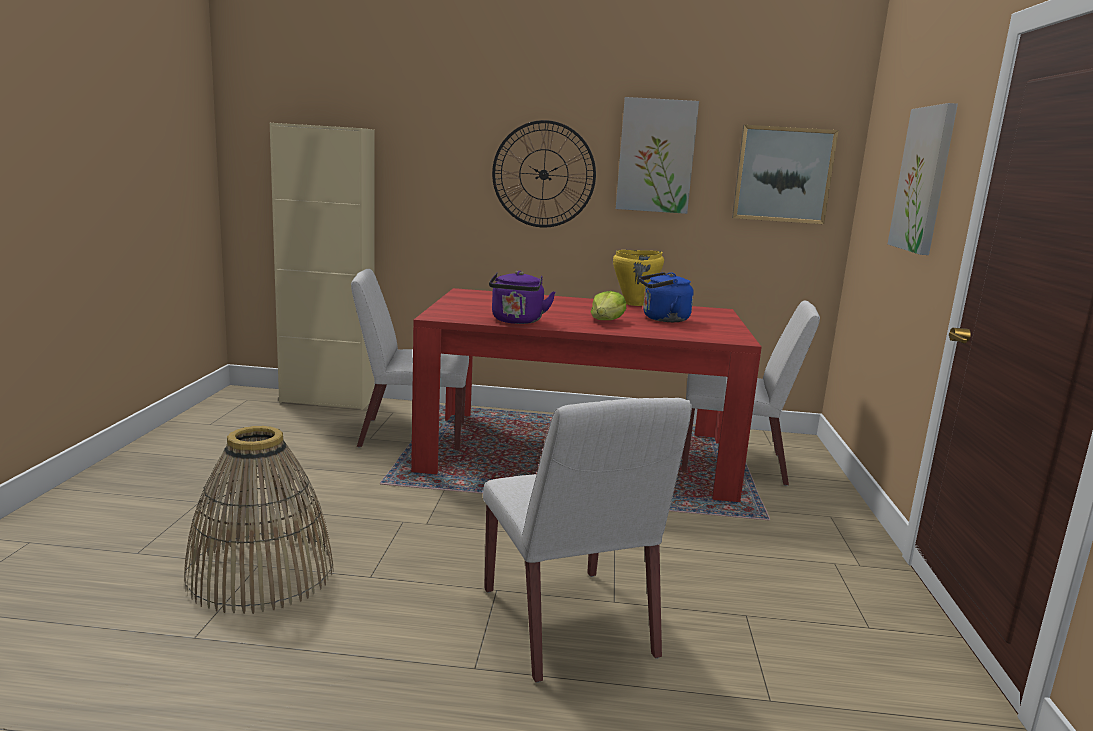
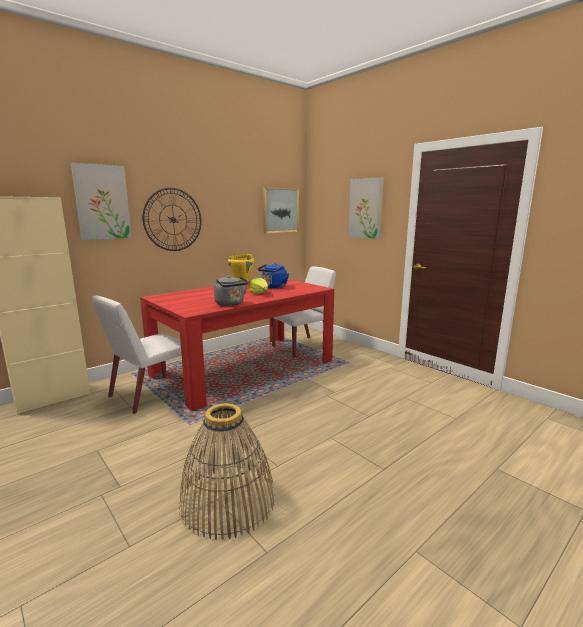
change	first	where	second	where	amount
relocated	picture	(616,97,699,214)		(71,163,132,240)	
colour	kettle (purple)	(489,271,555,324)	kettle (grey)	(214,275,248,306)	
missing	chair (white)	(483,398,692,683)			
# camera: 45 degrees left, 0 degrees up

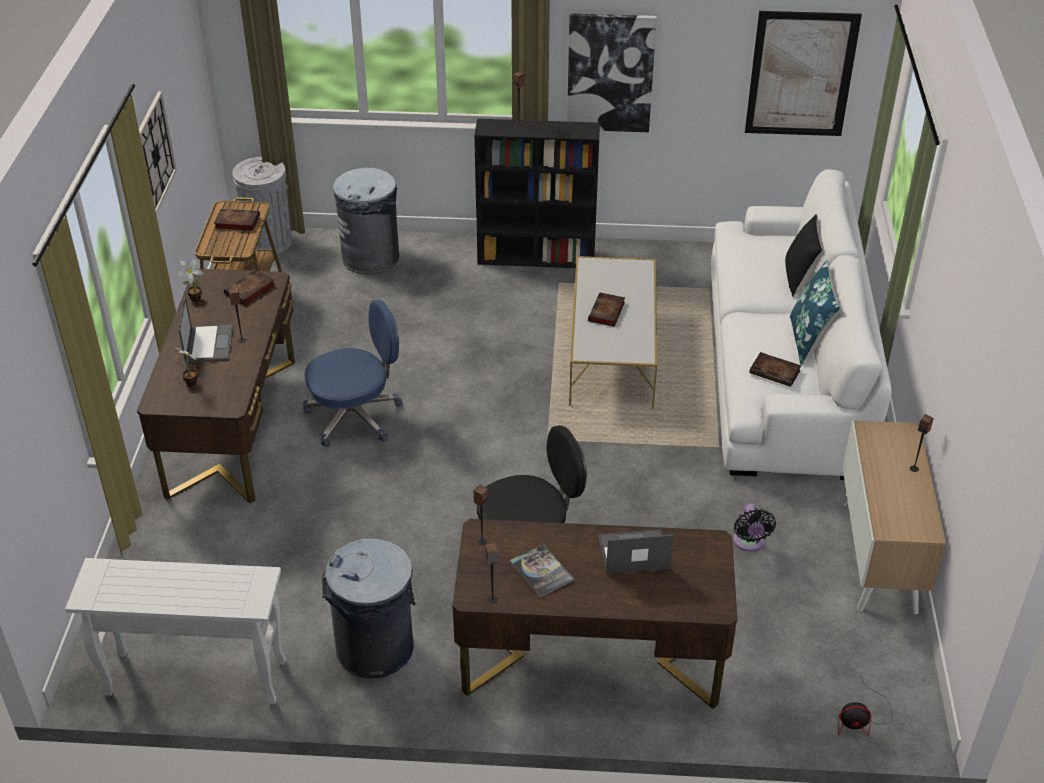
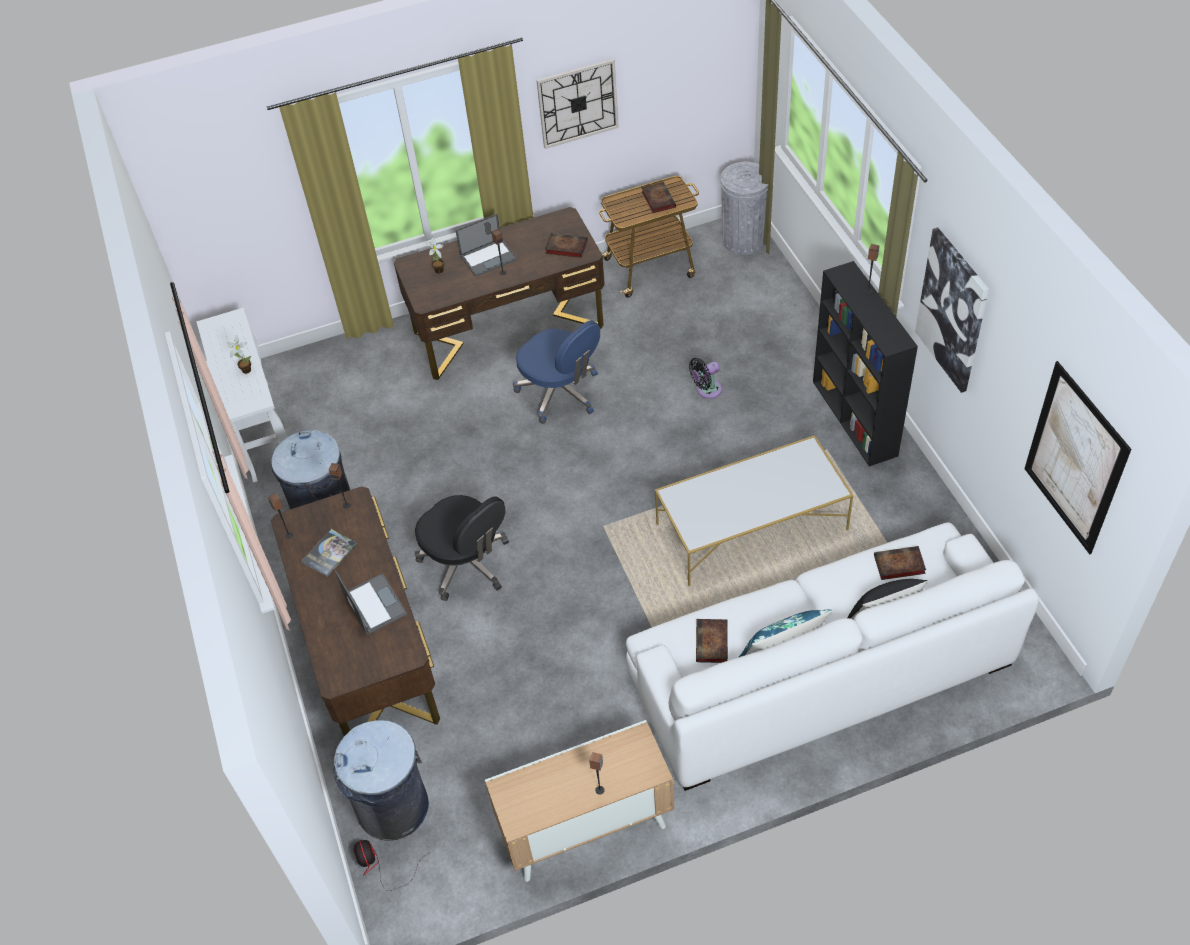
change	first	where	second	where	amount
relocated	trash can (grey)	(333,167,399,274)		(333,720,429,841)	
relocated	potted plant	(177,259,204,302)		(227,335,251,374)	
relocated	book	(588,293,625,327)		(874,546,926,580)	
relocated	fan (black)	(733,503,776,552)		(689,358,722,399)	
# camera: 70 degrees right, 10 degrees up

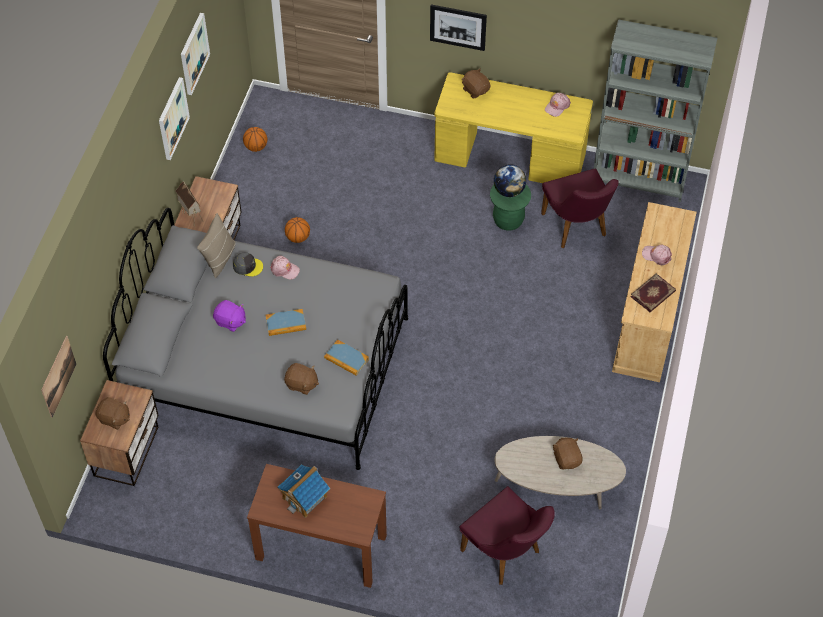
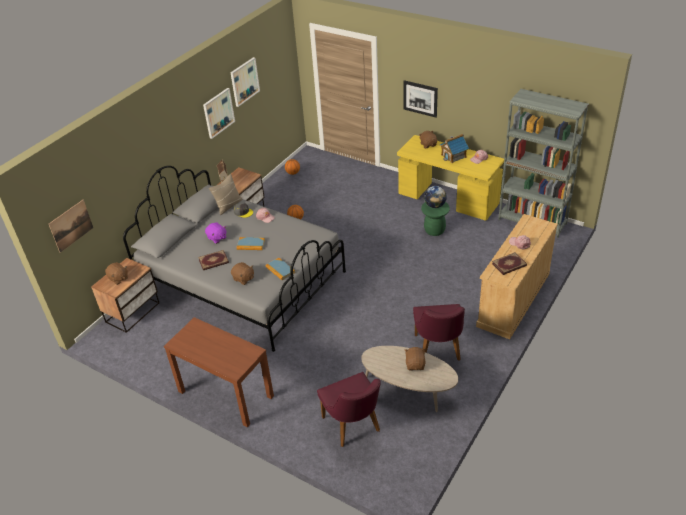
change	first	where	second	where	amount
relocated	chair (purple)	(541,168,619,248)		(413,304,465,361)	
relocated	toy house	(277,465,330,518)		(440,134,469,163)	
appeared			book	(198,250,229,270)	
# camera: 20 degrees right, 15 degrees down

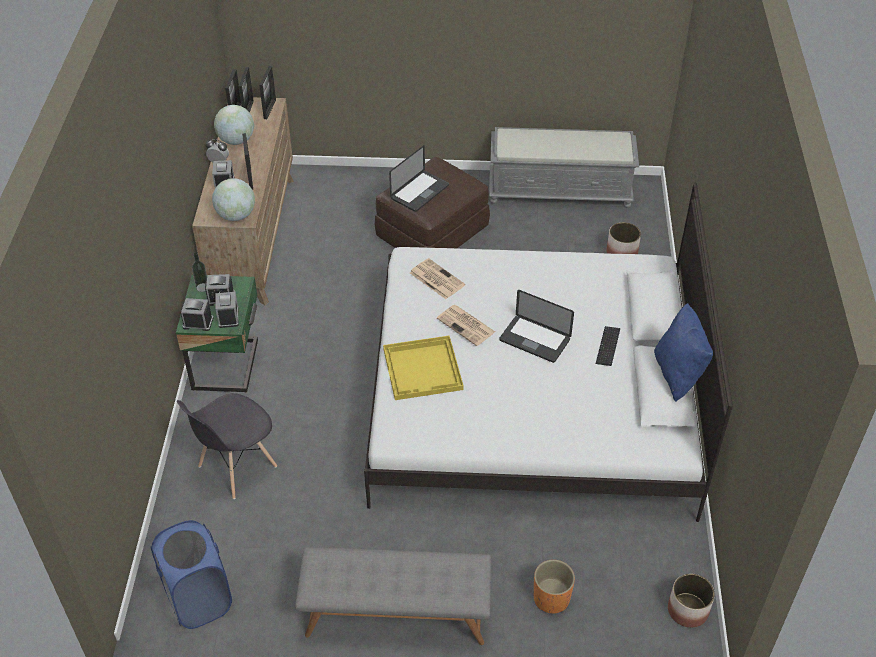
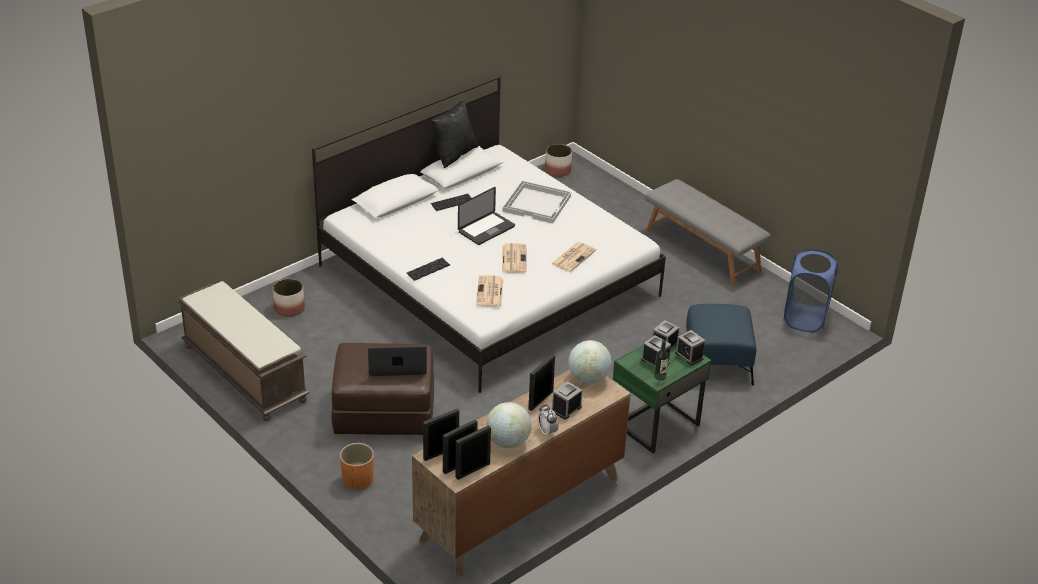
change	first	where	second	where	amount
colour	bench (grey)	(489,127,639,208)	bench (brown)	(177,281,309,421)	
spun	laptop	(499,290,574,363)		(458,187,515,245)	60 degrees clockwise
colour	pillow (blue)	(654,303,713,402)	pillow (black)	(431,100,478,168)	
exchanged	tray (yellow)	(383,336,464,400)	newspaper	(551,242,596,272)	
exchanged	chair (grey)	(177,393,277,499)	ottoman (blue)	(686,304,756,385)	
relocated	planter (orange)	(534,559,575,613)		(340,443,374,490)	
appeared			tray (white)	(503,181,571,223)	
appeared			keyboard	(407,258,450,281)	
# camera: 135 degrees left, 10 degrees down

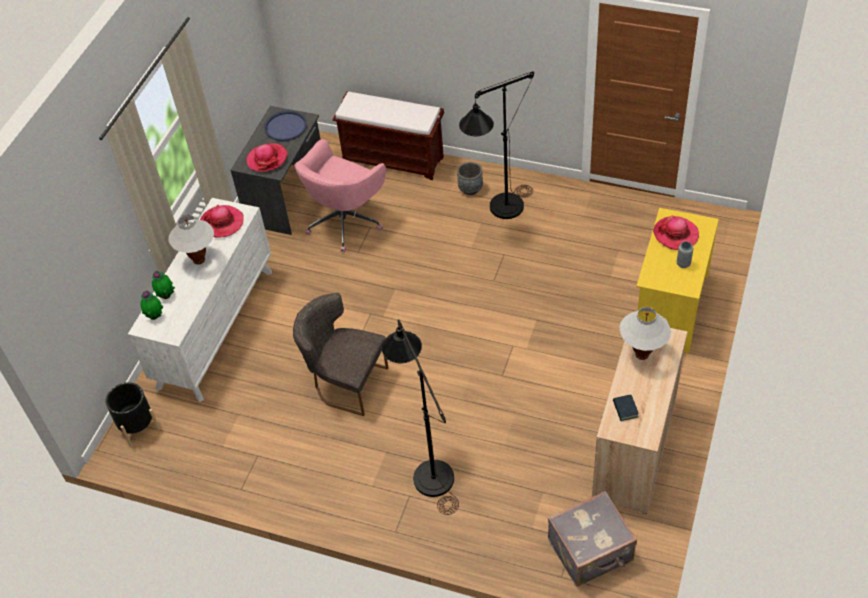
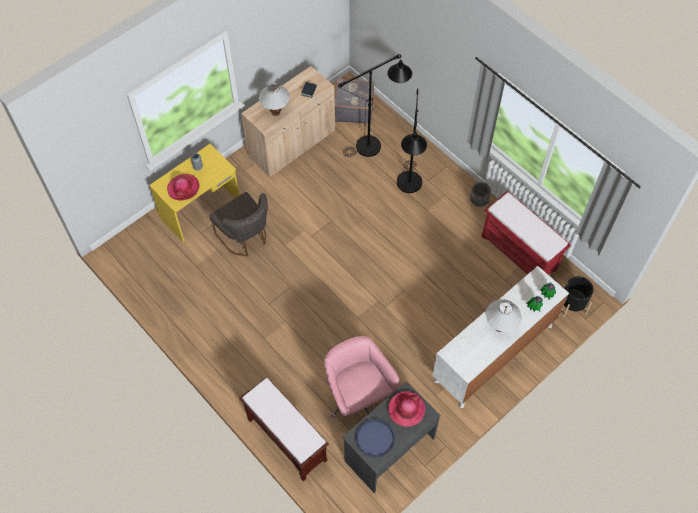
change	first	where	second	where	amount
relocated	floor lamp (black)	(459,71,534,219)		(338,54,412,157)	
spun	office chair (pink)	(294,139,386,252)		(324,336,400,418)	90 degrees counterclockwise
relocated	planter (grey)	(457,162,483,195)		(470,182,491,207)	
missing	hat	(200,205,244,237)			
relocated	chair (grey)	(293,293,388,416)		(209,192,268,256)	
appeared			bench (red)	(481,191,571,275)	
# camera: 155 degrees left, 10 degrees up

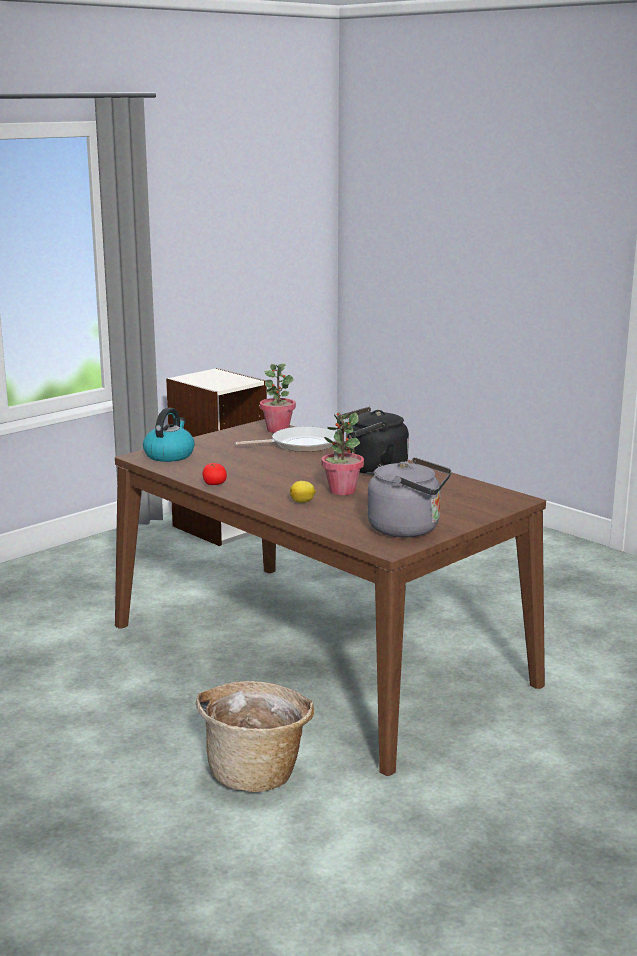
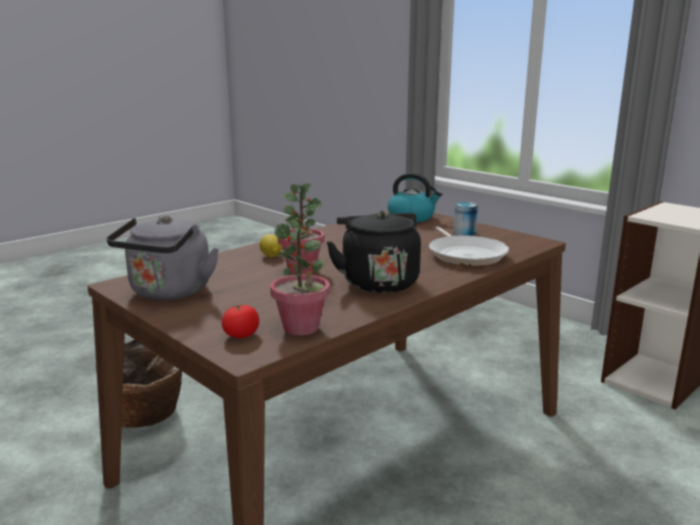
change	first	where	second	where	amount
relocated	potted plant	(260,364,296,433)		(270,220,330,336)	
relocated	tomato	(203,463,227,485)		(222,304,259,338)	
appeared			can	(454,202,478,236)	
# camera: 90 degrees right, 0 degrees up

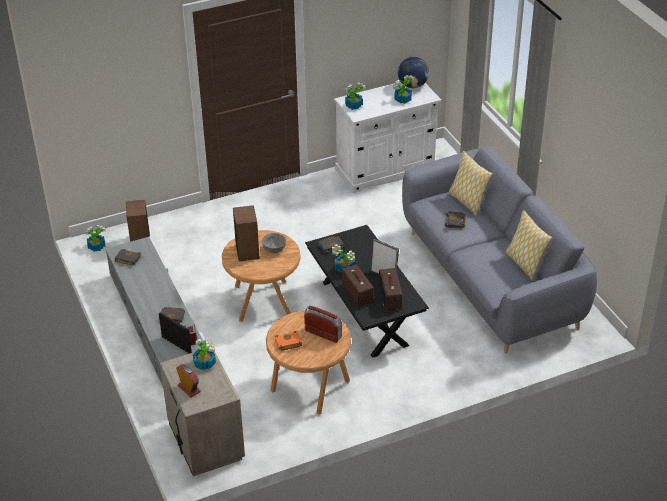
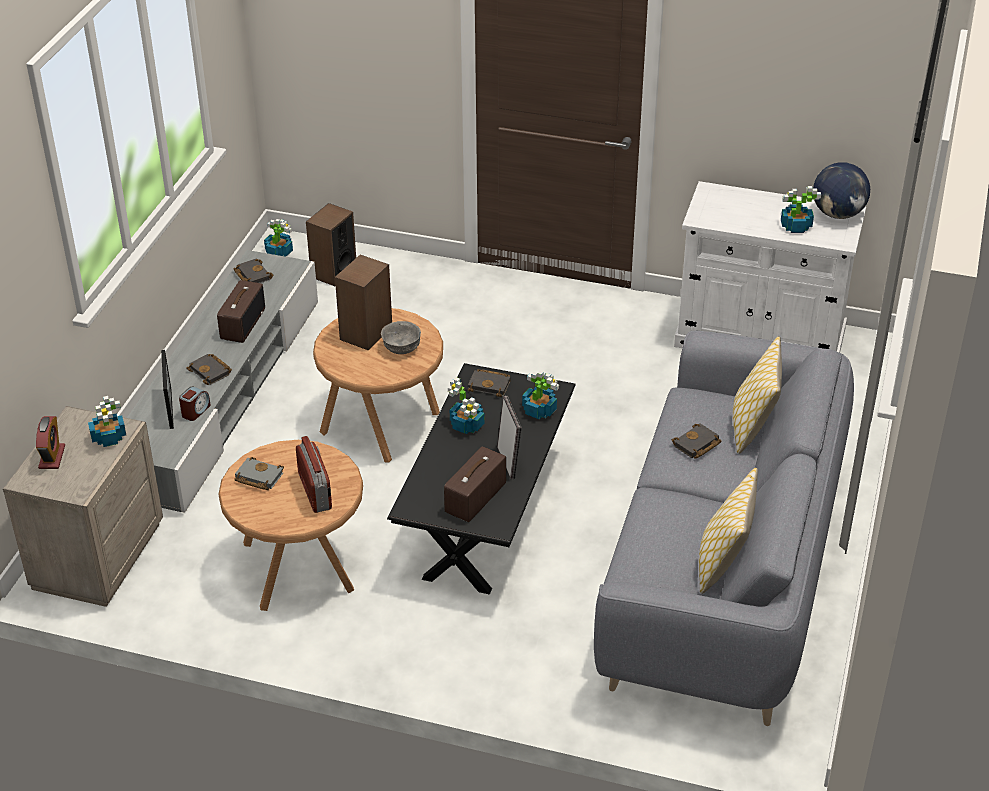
change	first	where	second	where	amount
relocated	potted plant	(345,82,365,110)		(522,371,559,420)	
relocated	radio	(342,264,373,307)		(217,280,265,343)	
colour	book (orange)	(275,331,302,351)	book (grey)	(234,457,284,490)	
# camera: 40 degrees right, 0 degrees up

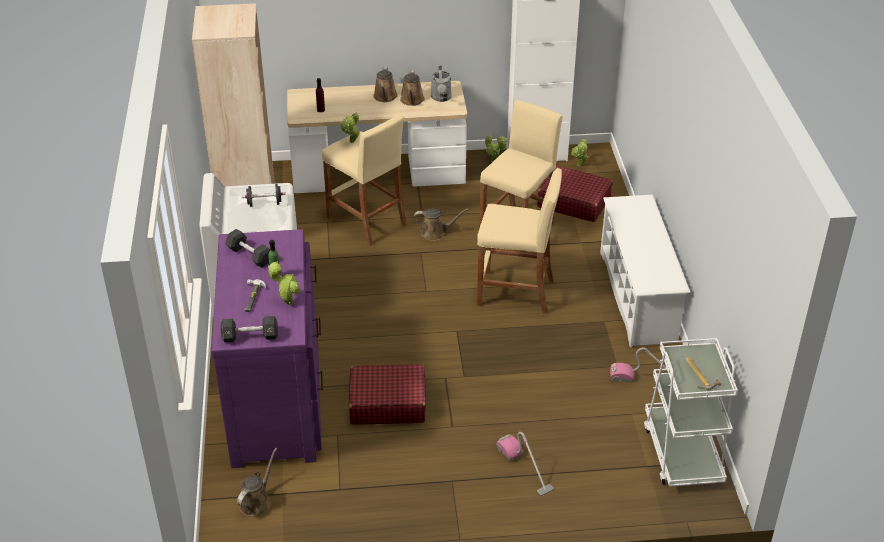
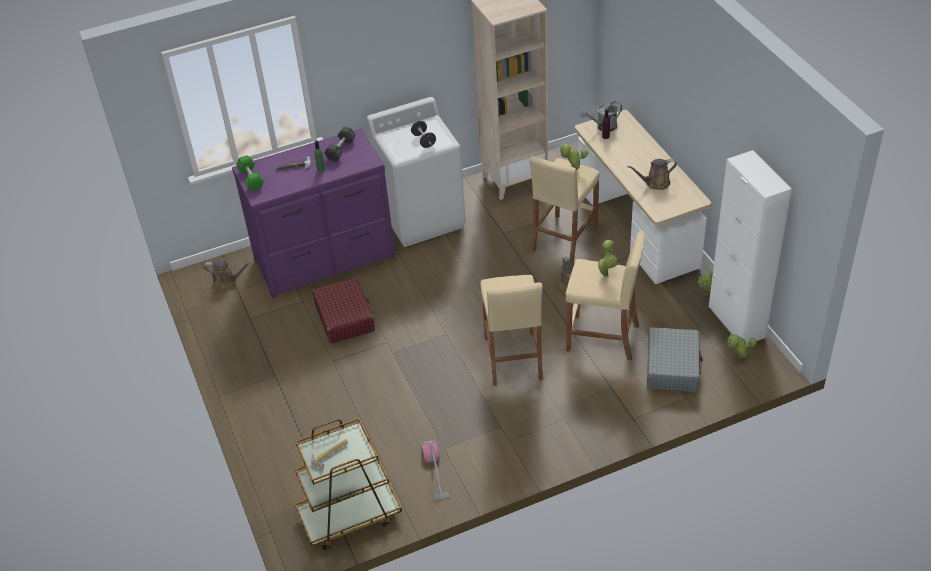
change	first	where	second	where	amount
relocated	watering can (grey)	(431,65,452,102)		(581,101,622,132)	
missing	watering can (brown)	(374,67,398,102)			
colour	suitcase (red)	(537,166,613,222)	suitcase (grey)	(647,327,703,392)	
missing	shoe rack (white)	(600,195,690,348)			
relocated	potted plant	(268,261,300,305)		(598,240,617,277)	
colour	dumbbell (black)	(220,316,278,343)	dumbbell (green)	(236,155,263,191)	
colour	cart (white)	(644,338,738,487)	cart (brown)	(295,418,402,550)	
missing	vacuum cleaner	(496,432,554,496)			
# camera: 75 degrees right, 5 degrees up

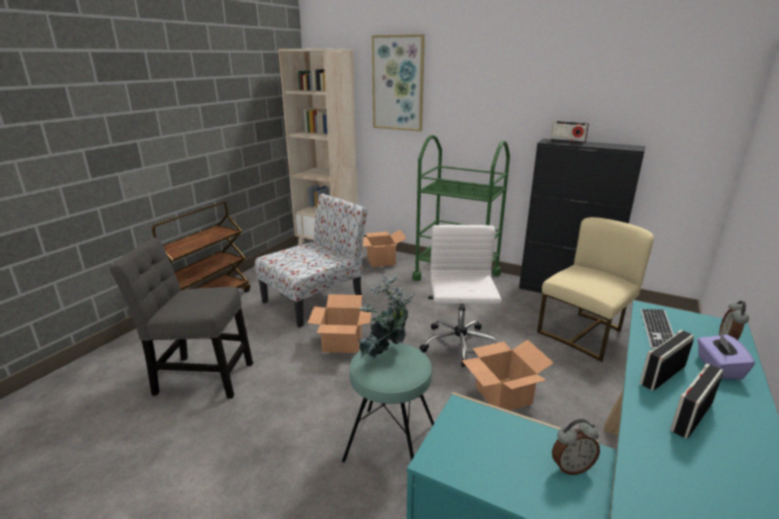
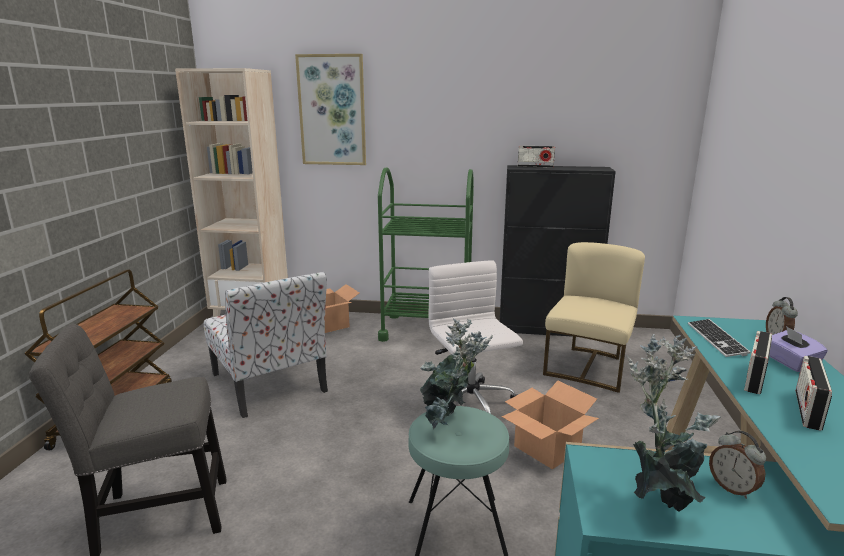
change	first	where	second	where	amount
spun	chair	(255,194,367,328)		(204,272,328,418)	120 degrees clockwise
missing	cardboard box	(308,294,373,353)			
spun	alarm clock	(552,419,600,475)		(709,431,766,499)	90 degrees clockwise
appeared			potted plant	(626,334,720,512)	
# camera: 20 degrees left, 5 degrees down

